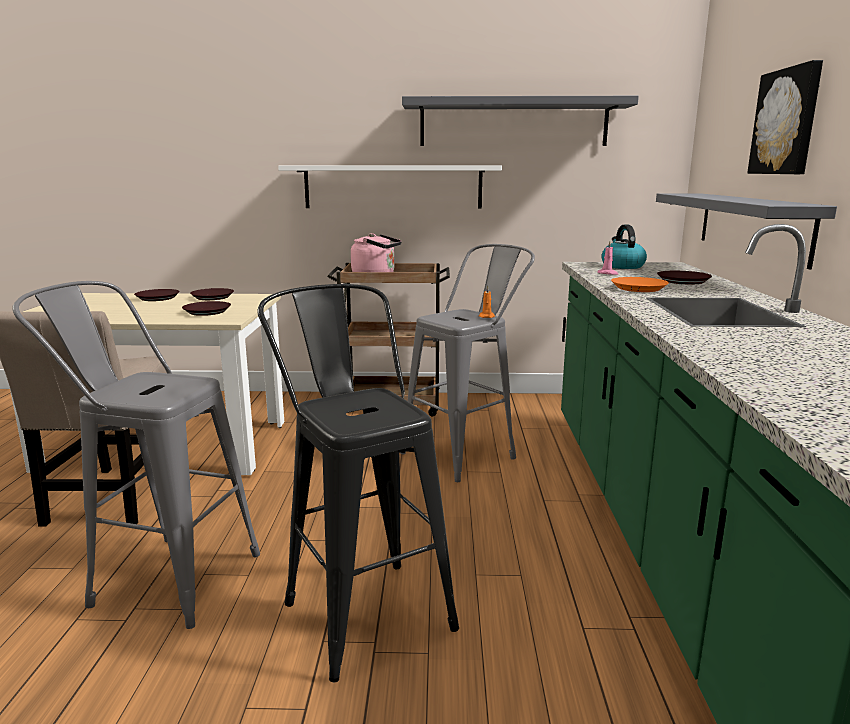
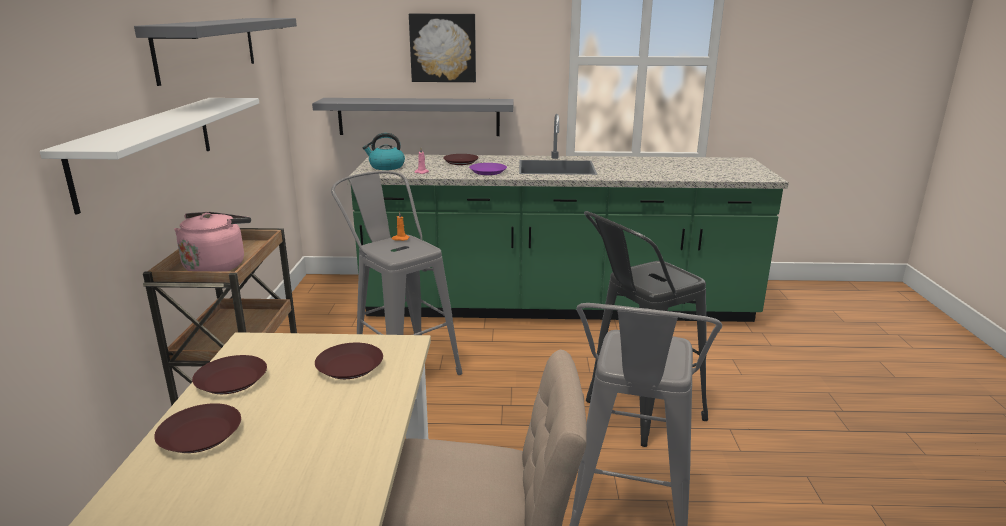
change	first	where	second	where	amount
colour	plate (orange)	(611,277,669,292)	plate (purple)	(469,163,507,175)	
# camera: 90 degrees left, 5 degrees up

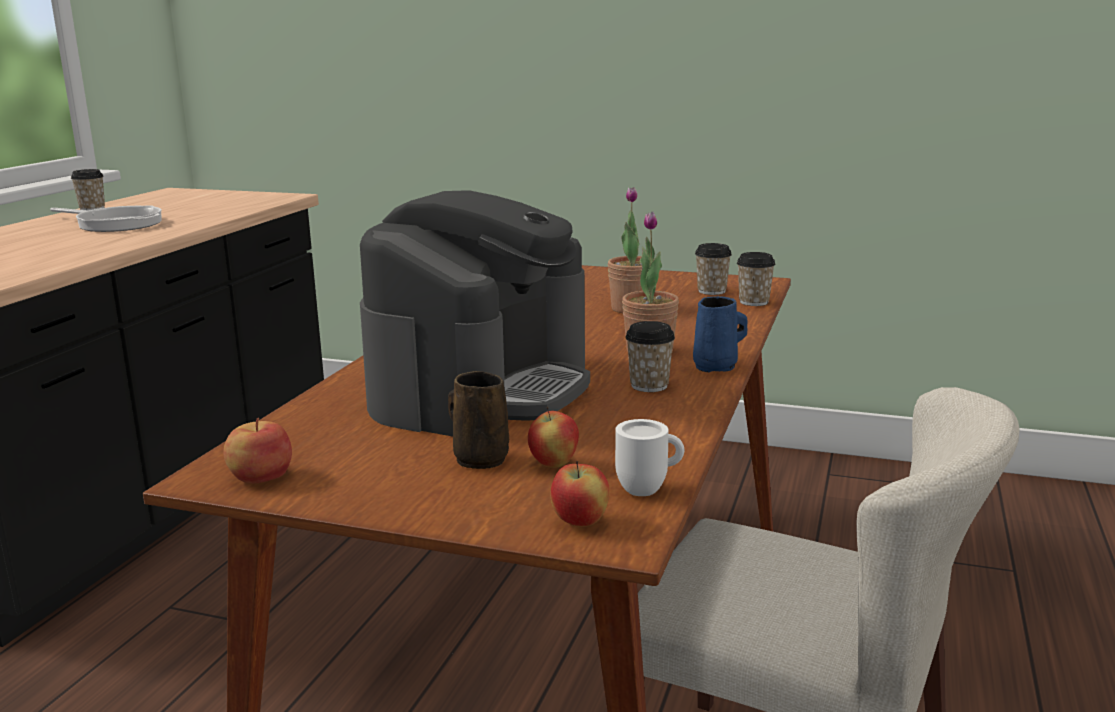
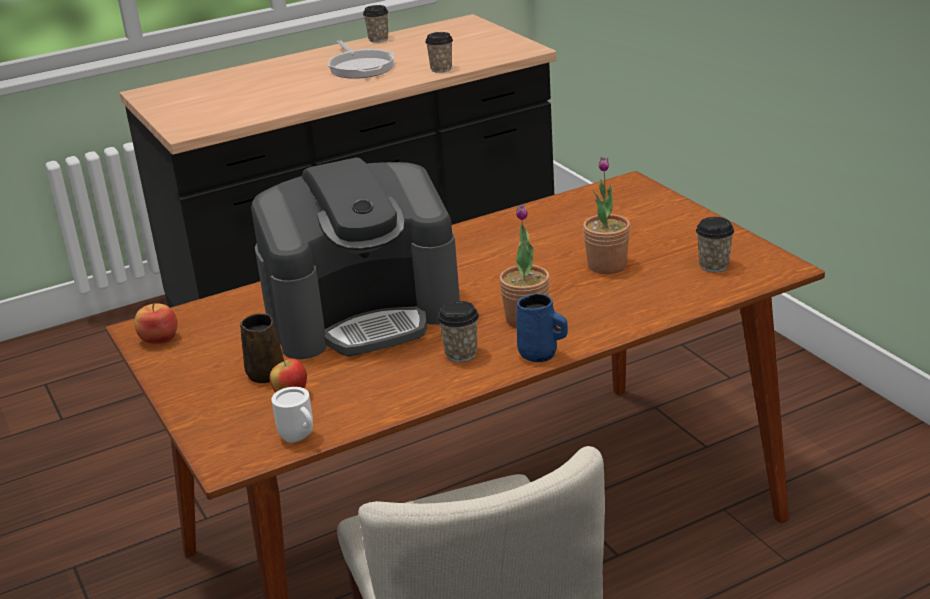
change	first	where	second	where	amount
relocated	cup	(737,252,775,306)		(425,32,453,73)	
missing	apple	(550,461,610,527)			
# camera: 45 degrees right, 10 degrees up

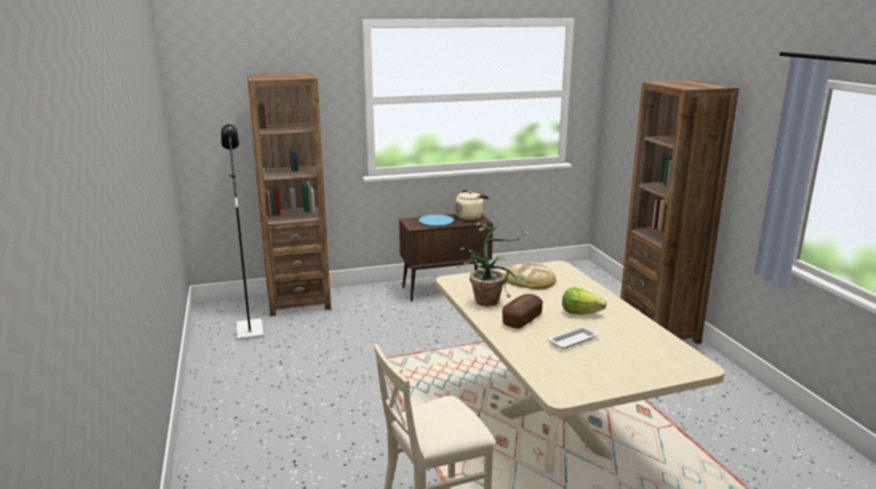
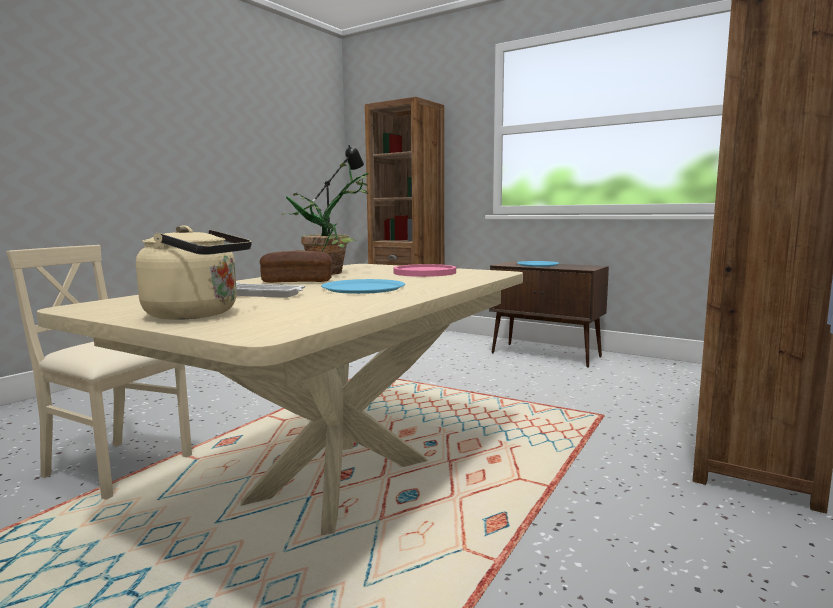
change	first	where	second	where	amount
relocated	kettle (beige)	(455,190,489,220)		(136,225,251,320)	
exchanged	bread	(505,262,557,289)	plate (pink)	(394,264,456,277)	
exchanged	lettuce	(562,287,607,315)	plate (blue)	(321,279,405,294)	
# camera: 50 degrees right, 10 degrees down

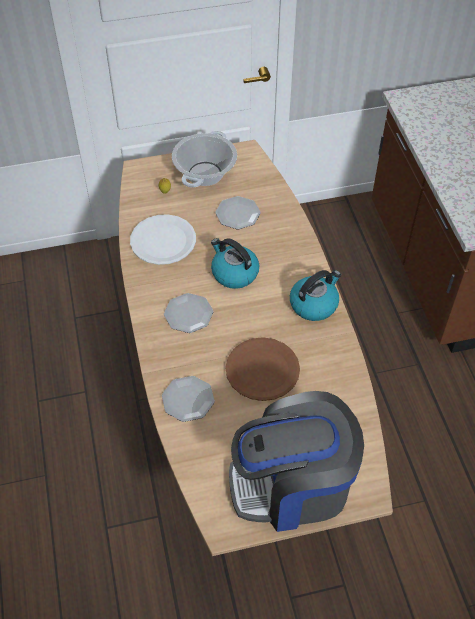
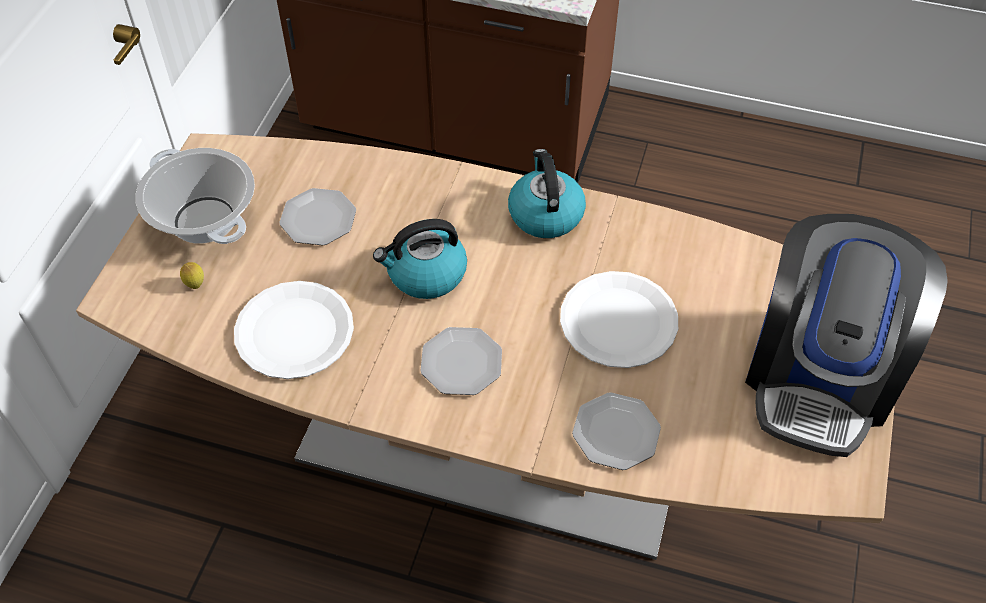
change	first	where	second	where	amount
colour	plate (brown)	(225,337,300,401)	plate (white)	(560,271,678,368)	
# camera: 60 degrees left, 0 degrees up

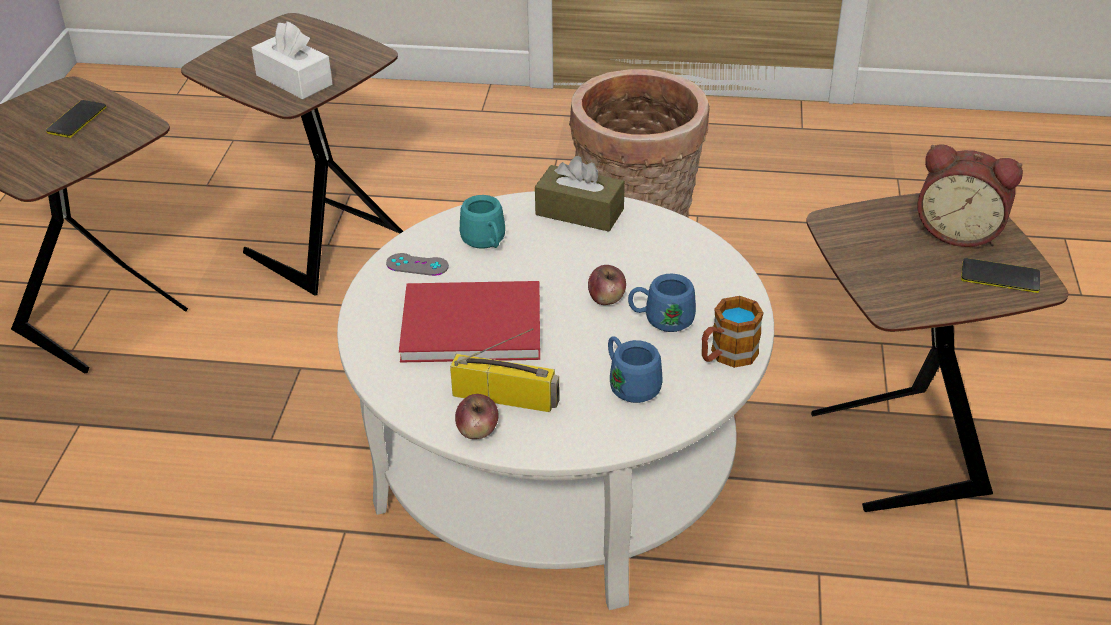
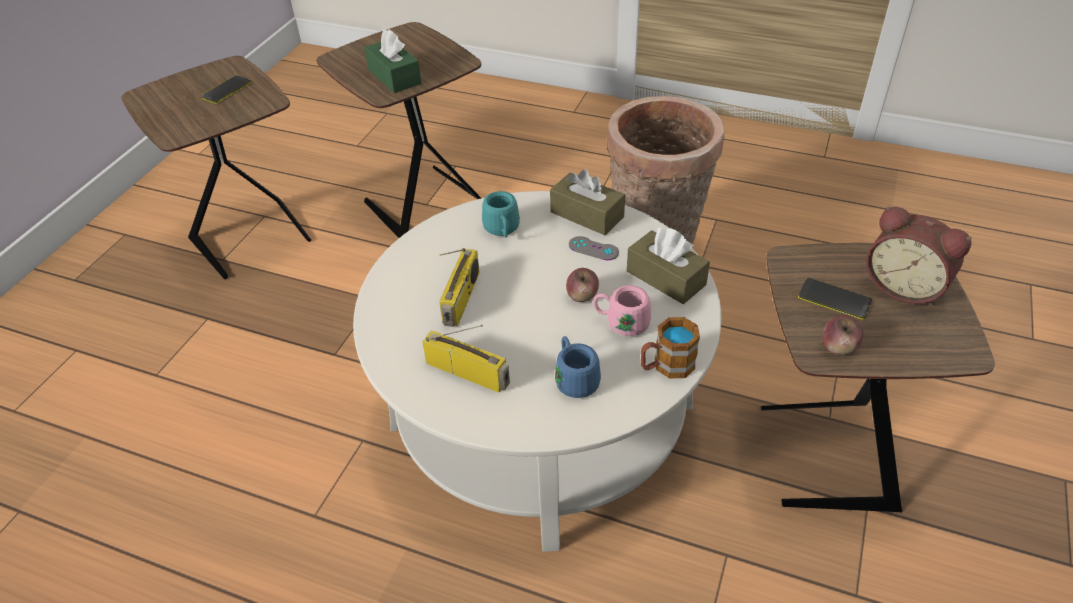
change	first	where	second	where	amount
colour	tissue box (white)	(252,21,333,99)	tissue box (green)	(364,29,421,93)	
relocated	game controller (grey)	(386,253,449,276)		(569,236,619,260)	
relocated	phone	(961,258,1040,293)		(798,278,872,320)	
colour	mug (blue)	(628,273,696,332)	mug (pink)	(593,285,651,336)	
exchanged	book (red)	(399,281,540,363)	radio	(439,248,480,327)	
relocated	apple	(455,394,498,439)		(823,315,864,355)	
appeared			tissue box (brown)	(627,228,710,304)	
# camera: 15 degrees right, 5 degrees up

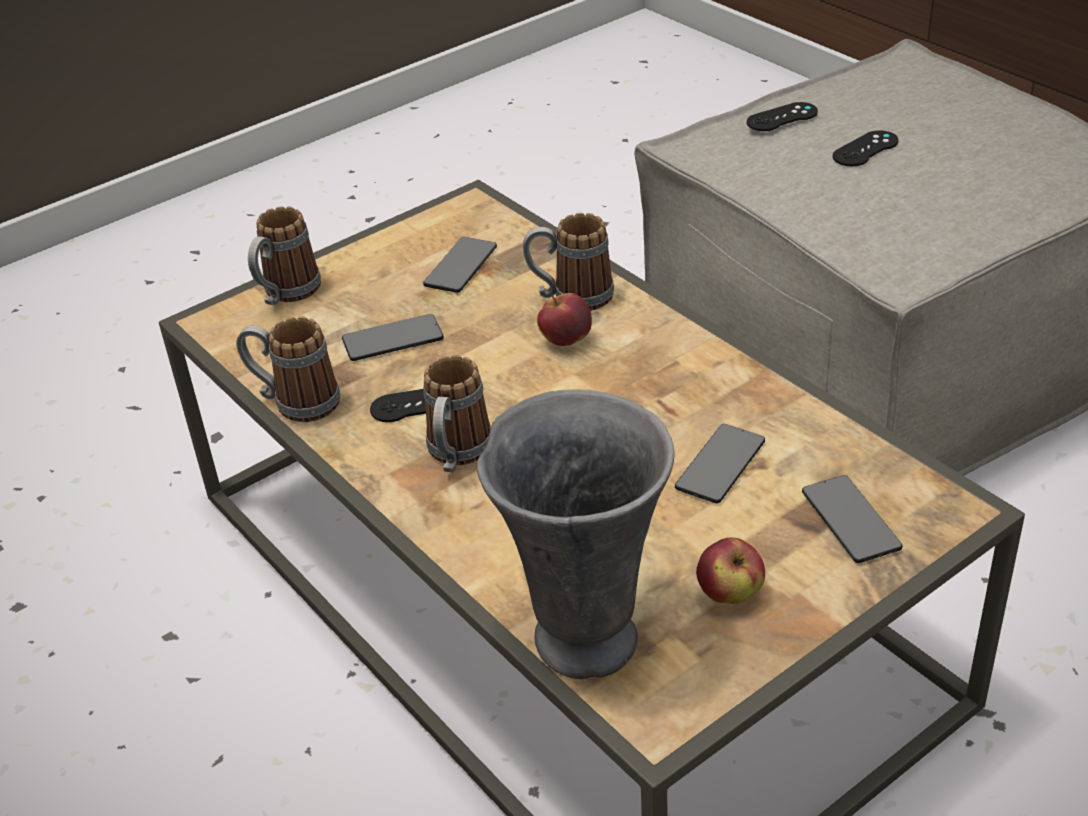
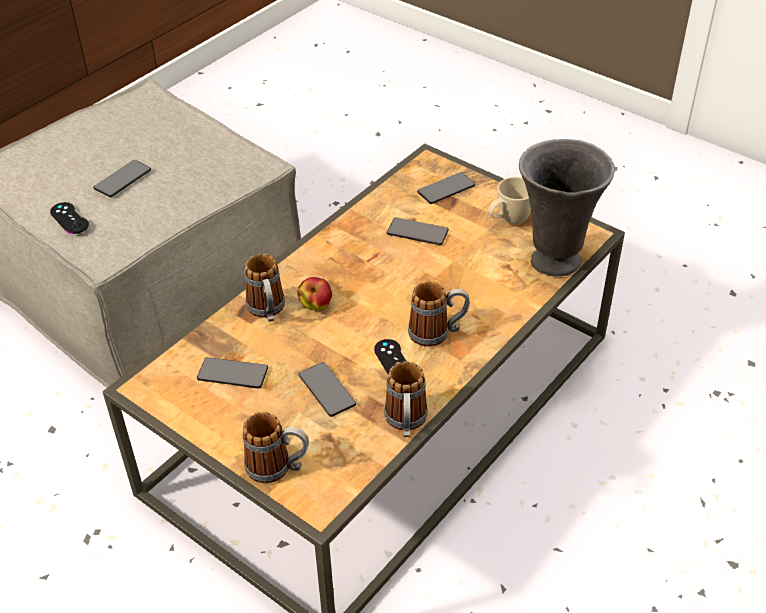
change	first	where	second	where	amount
exchanged	game controller (black)	(832,130,899,166)	phone	(93,160,151,197)	
exchanged	apple	(696,538,765,604)	mug (beige)	(488,177,531,224)	
# camera: 105 degrees left, 5 degrees up

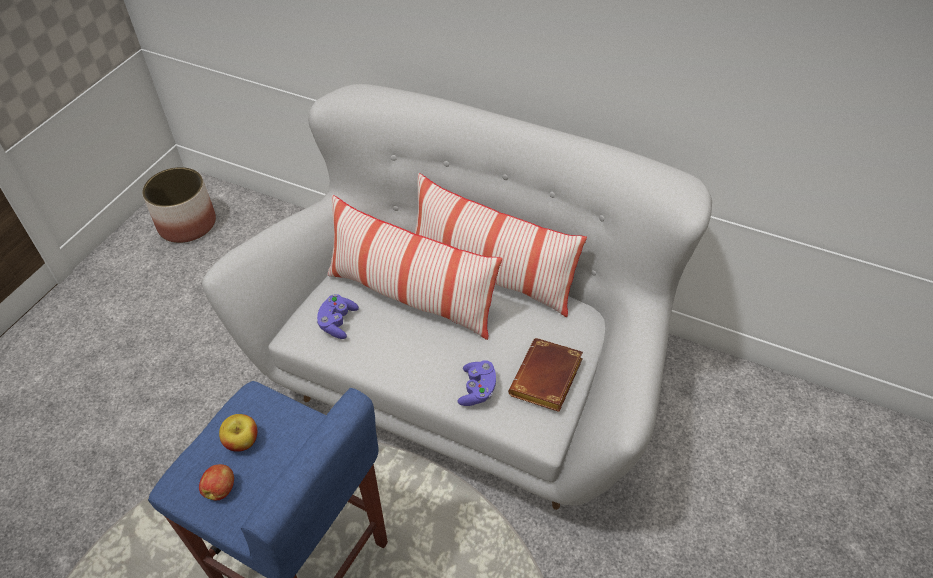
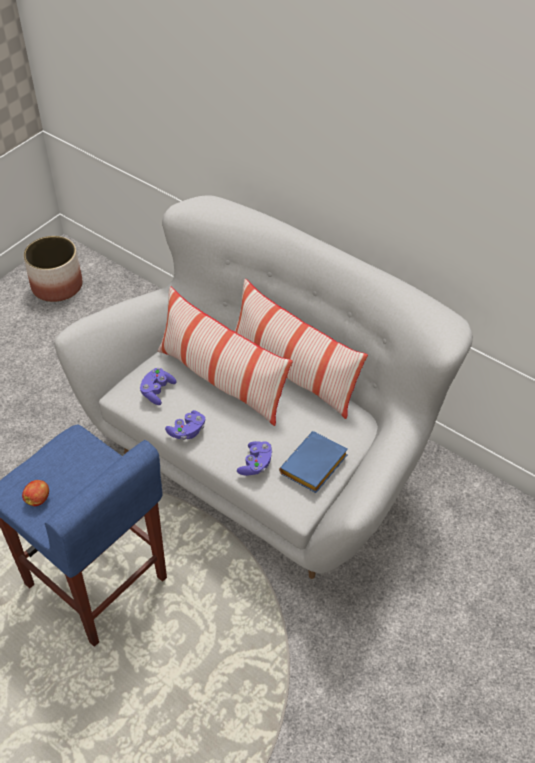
change	first	where	second	where	amount
colour	book (brown)	(508,338,583,412)	book (blue)	(279,431,348,493)	
missing	apple	(219,414,257,452)			
appeared			game controller (purple)	(165,410,205,440)	
# camera: 10 degrees right, 0 degrees up

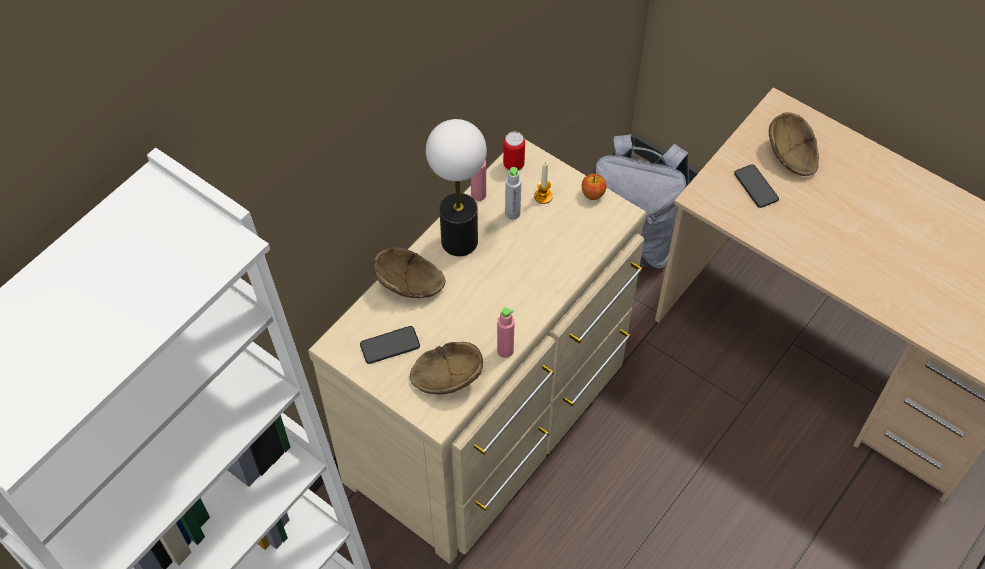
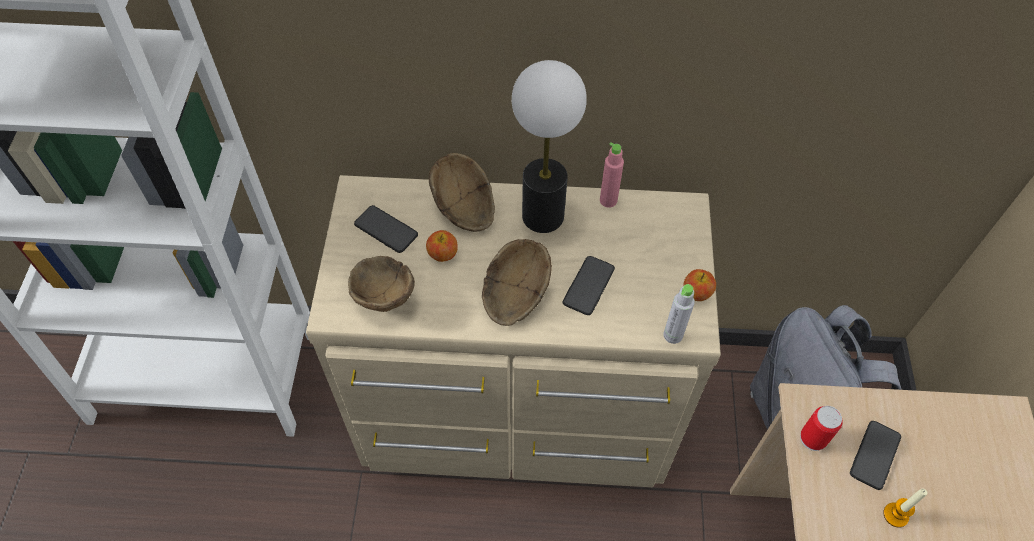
change	first	where	second	where	amount
relocated	bowl (brown)	(769,112,819,176)		(482,239,552,326)	
relocated	can	(503,132,525,171)		(800,406,843,451)	
relocated	candle	(534,162,553,204)		(883,488,927,527)	
relocated	bottle (grey)	(505,167,521,220)		(663,284,695,344)	
missing	bottle (pink)	(497,308,515,358)			
appeared			apple	(426,230,458,262)	
appeared			phone	(563,256,615,315)	
# camera: 55 degrees right, 0 degrees up

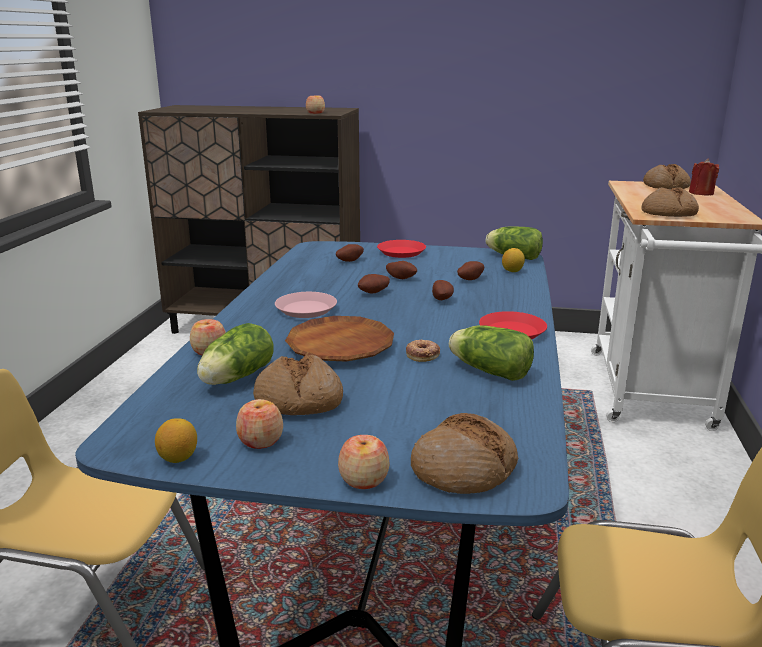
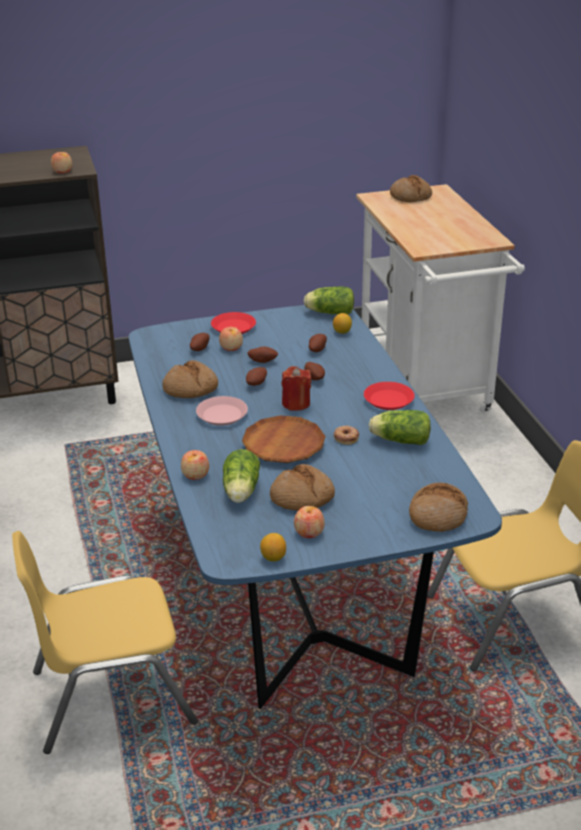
change	first	where	second	where	amount
relocated	candle (red)	(689,159,719,195)		(282,366,311,411)	
relocated	bread	(642,187,699,217)		(162,360,218,398)	
relocated	apple	(338,435,389,489)		(219,327,243,351)	
# camera: 25 degrees left, 10 degrees up

